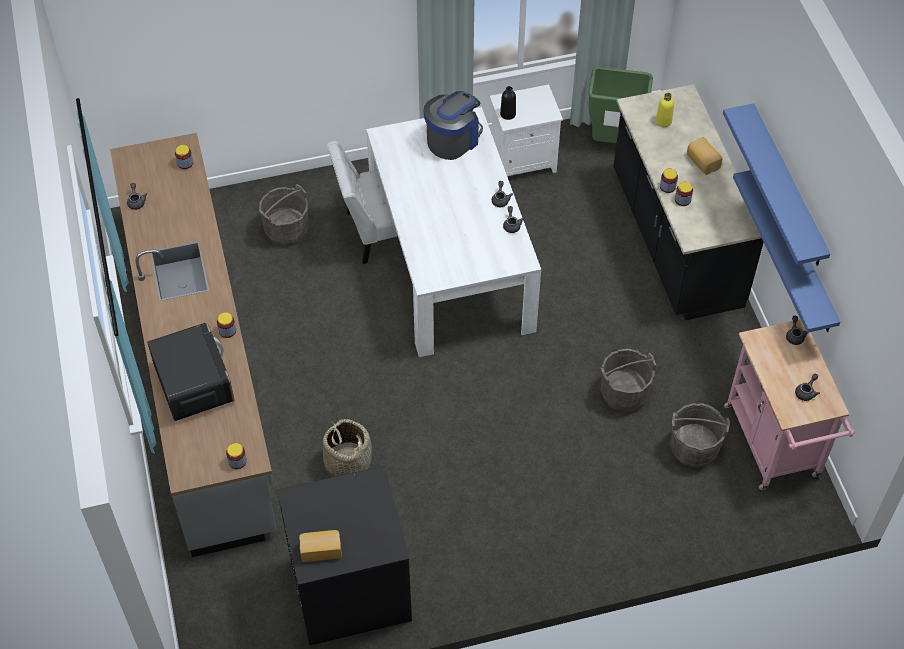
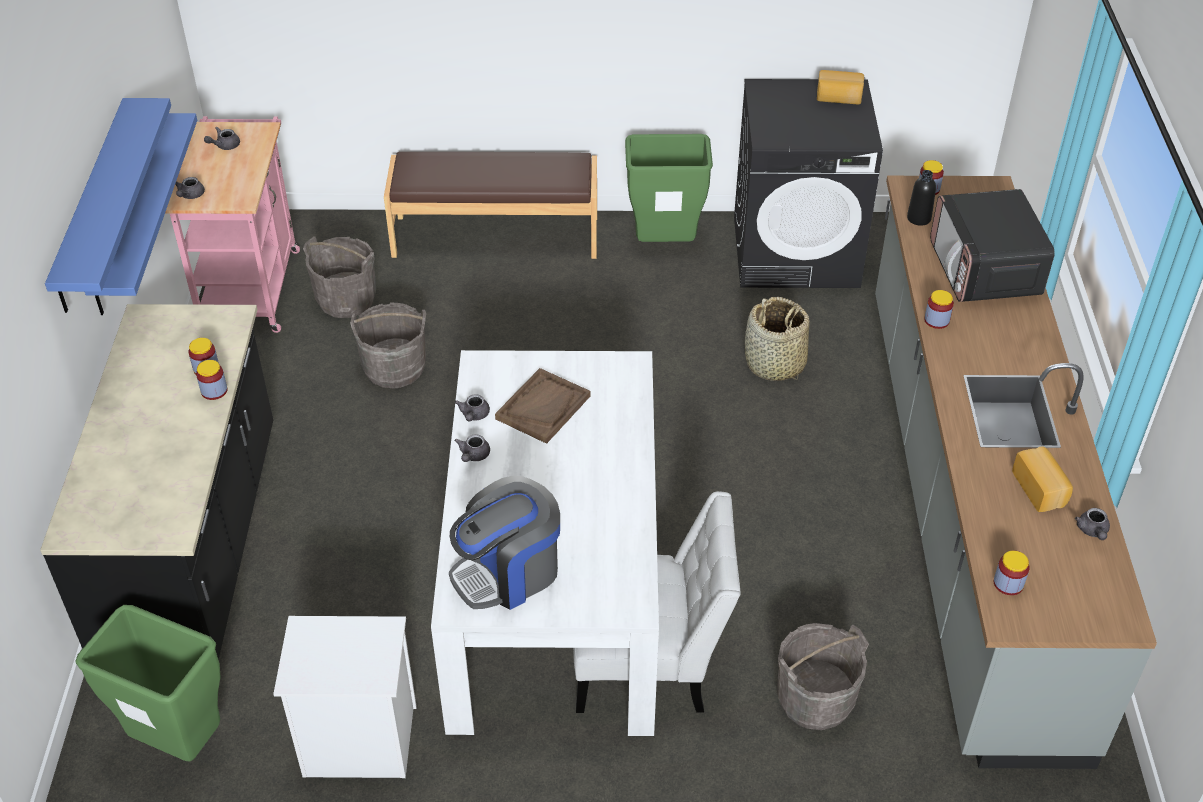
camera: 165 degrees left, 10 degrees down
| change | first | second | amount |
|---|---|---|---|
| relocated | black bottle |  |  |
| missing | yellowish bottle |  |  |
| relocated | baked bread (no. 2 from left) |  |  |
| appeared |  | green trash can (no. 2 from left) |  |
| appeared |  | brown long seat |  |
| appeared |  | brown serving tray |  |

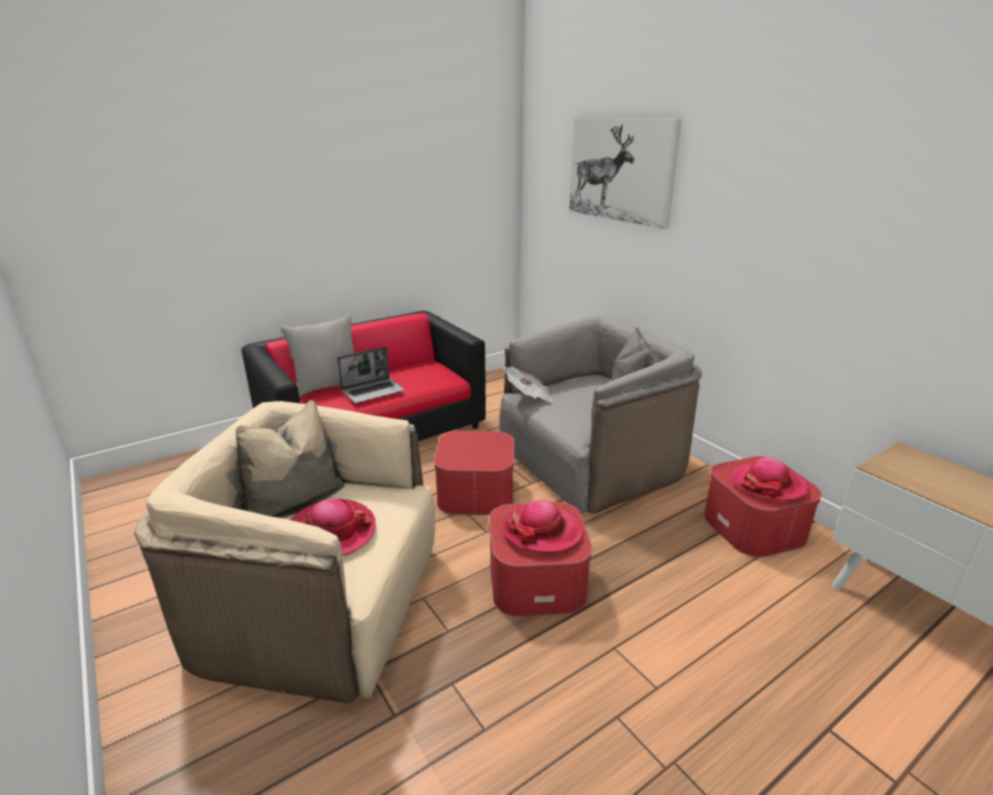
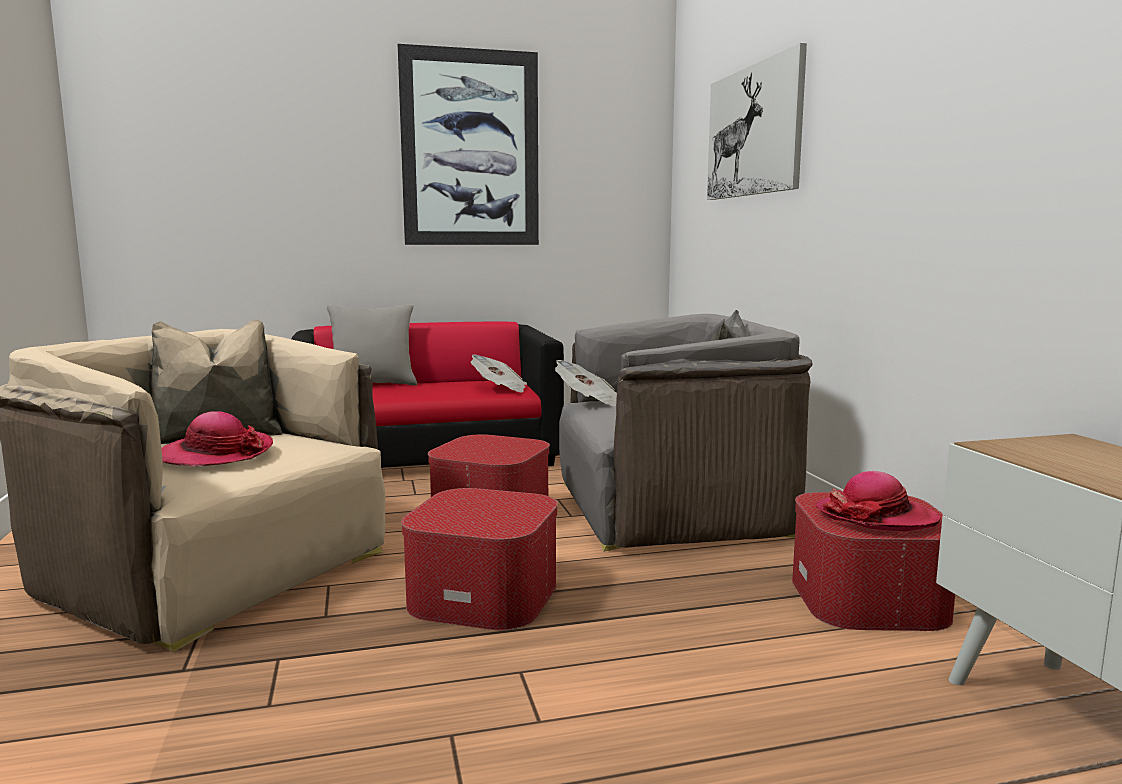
camera: 20 degrees right, 15 degrees down
| change | first | second | amount |
|---|---|---|---|
| missing | laptop |  |  |
| missing | wearable hat (no. 2 from left) |  |  |
| appeared |  | wall art (no. 1 from left) |  |
| appeared |  | printed paper (no. 1 from left) |  |

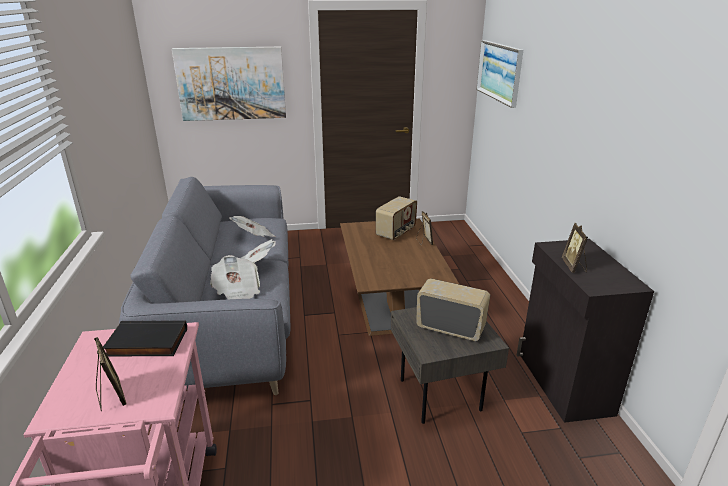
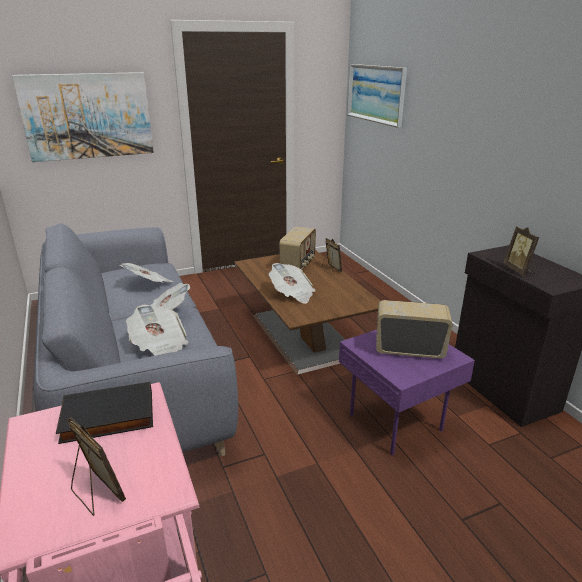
camera: 15 degrees left, 0 degrees up
| change | first | second | amount |
|---|---|---|---|
| colour | gray end table | purple end table |  |
| appeared |  | printed paper (no. 4 from left) |  |

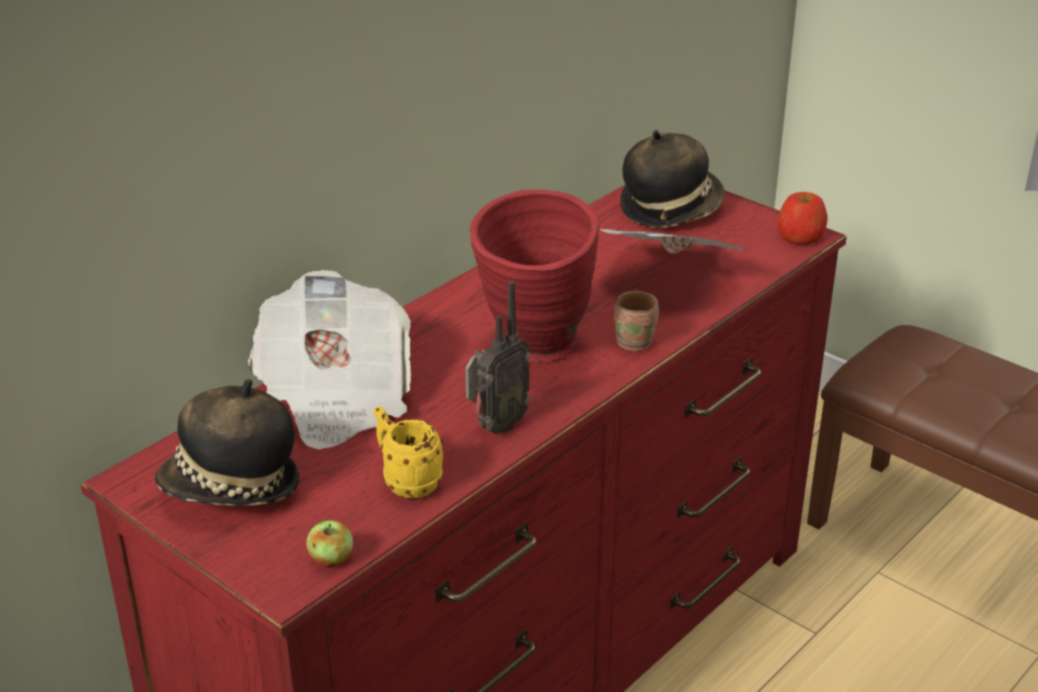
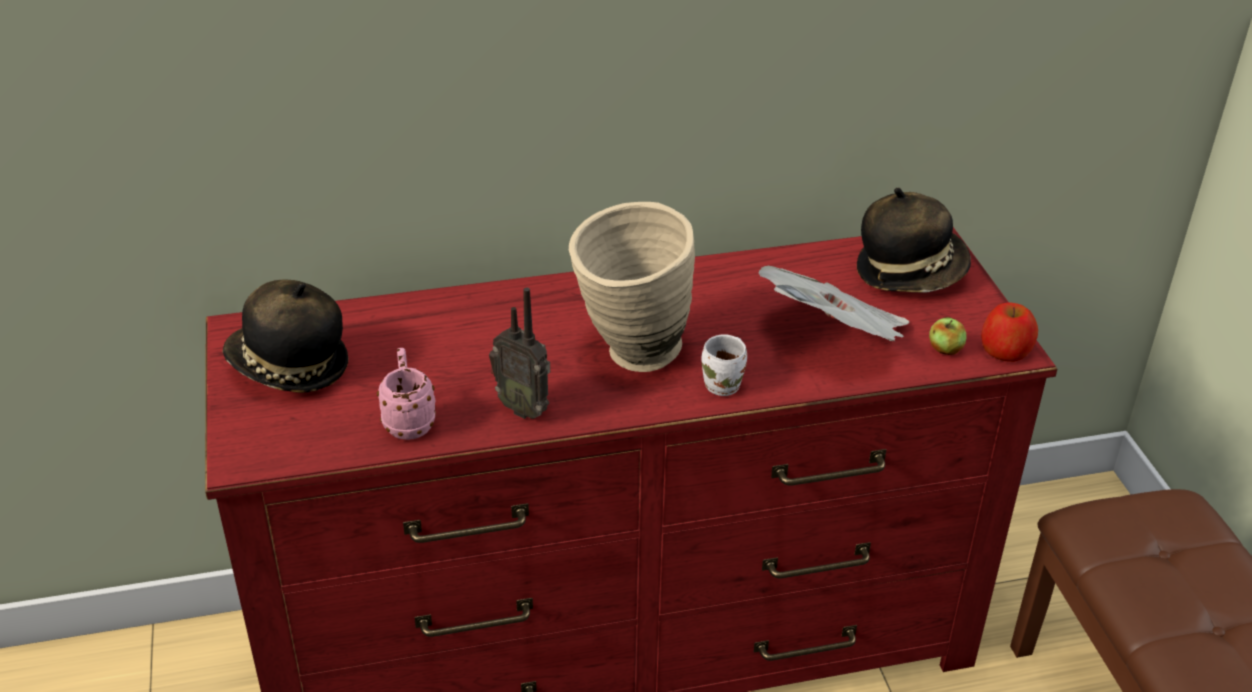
camera: 35 degrees right, 5 degrees up
| change | first | second | amount |
|---|---|---|---|
| colour | red-coloured vase | beige-coloured vase |  |
| missing | printed paper (no. 1 from left) |  |  |
| spun | radio set |  | 45 degrees clockwise |
| colour | brown tea mug | white-coloured tea mug |  |
| colour | yellowish tea mug | pink-coloured tea mug |  |
| relocated | whole apple (no. 1 from left) |  |  |

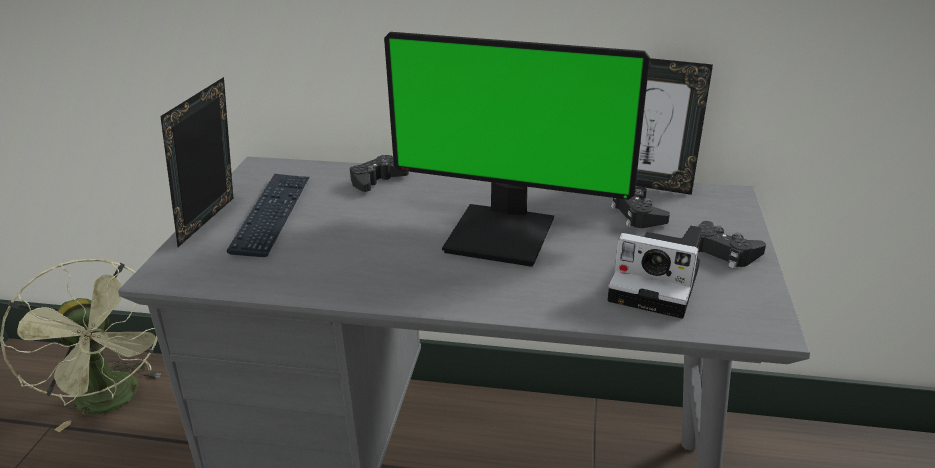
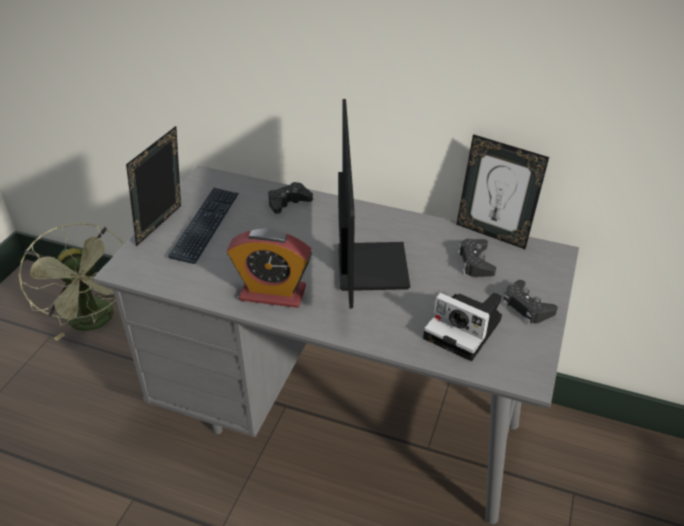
camera: 10 degrees right, 10 degrees up
| change | first | second | amount |
|---|---|---|---|
| spun | computer display |  | 120 degrees counterclockwise |
| appeared |  | alarm clock |  |

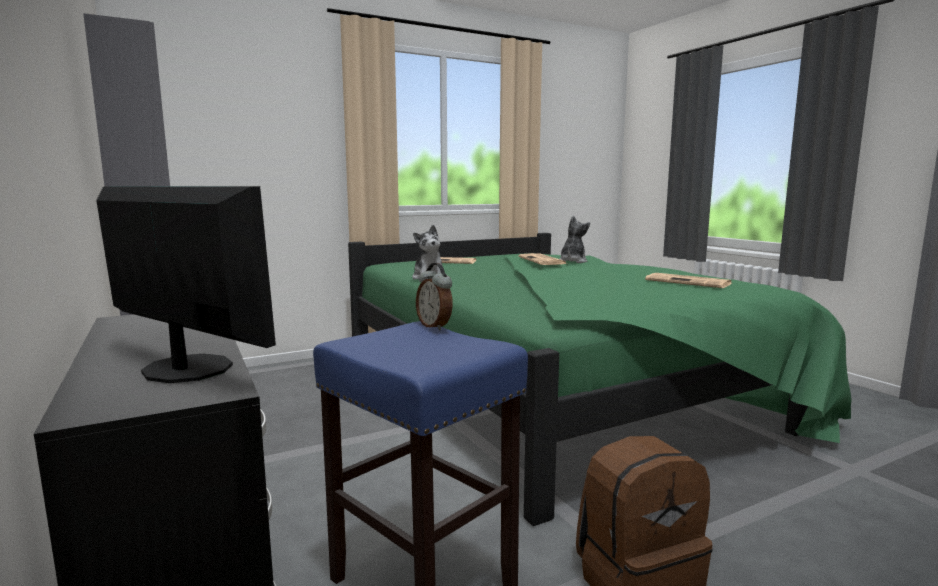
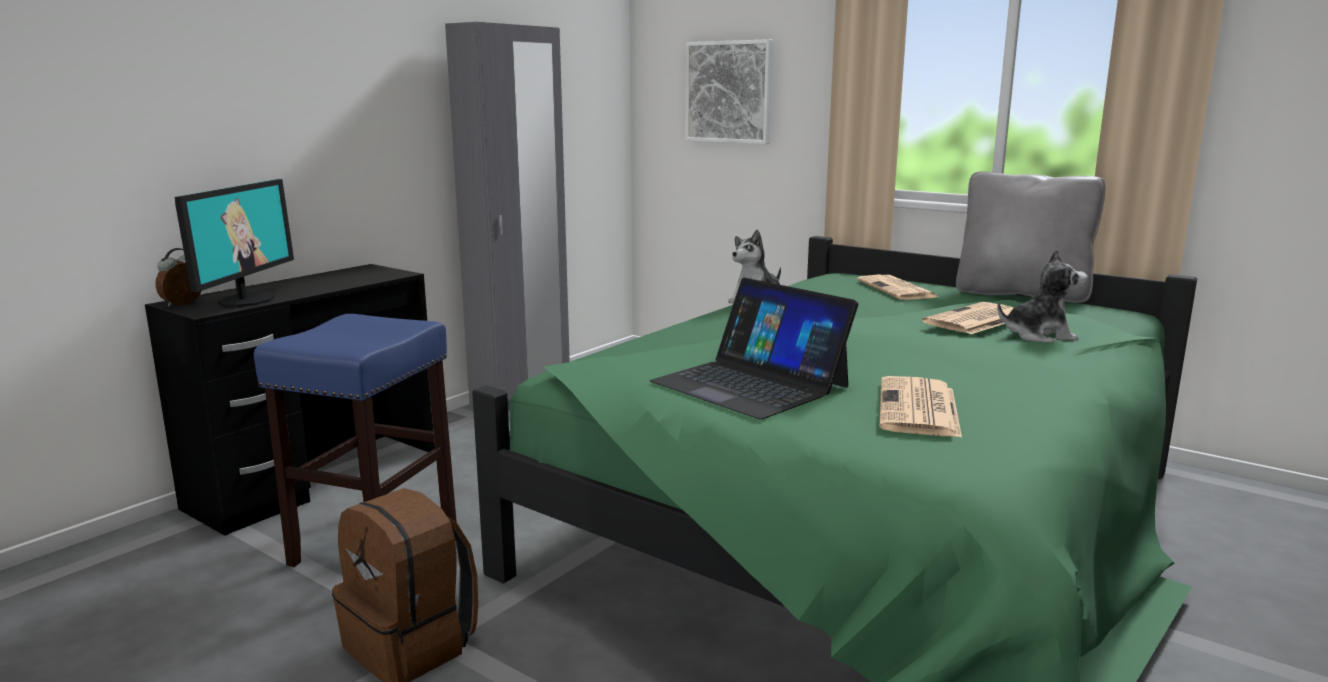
camera: 65 degrees right, 5 degrees up
| change | first | second | amount |
|---|---|---|---|
| relocated | alarm clock |  |  |
| appeared |  | wall art |  |
| appeared |  | gray cushion |  |
| appeared |  | laptop |  |

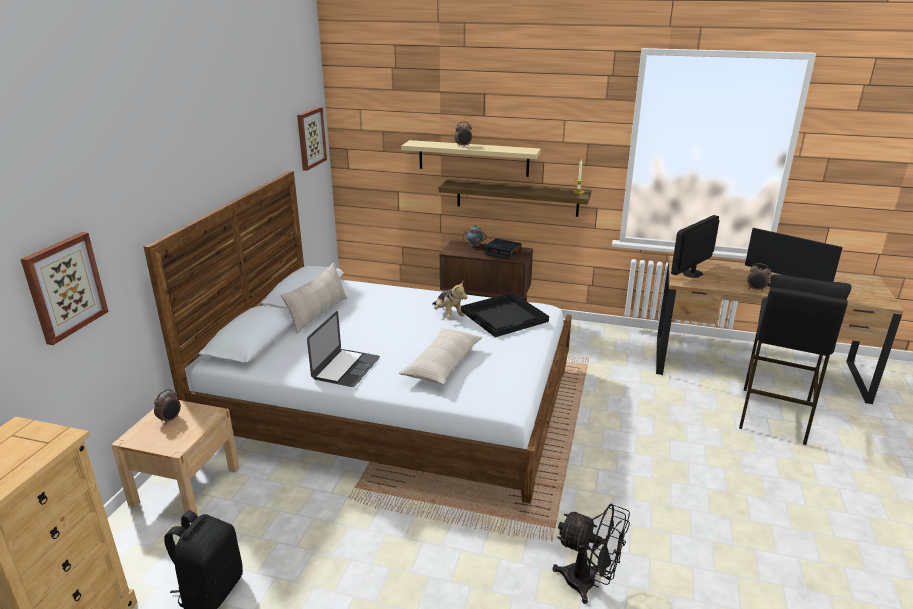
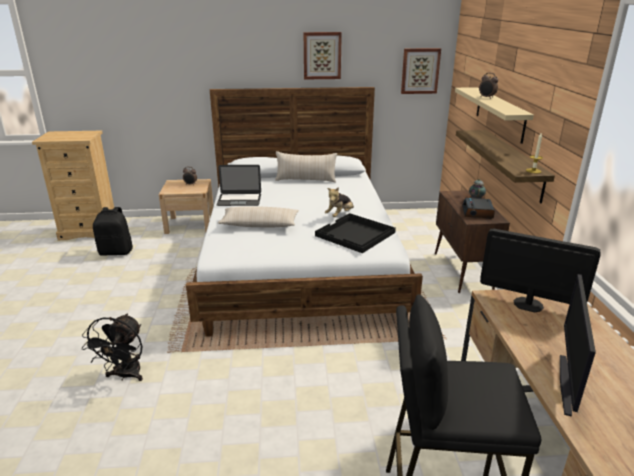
camera: 70 degrees right, 0 degrees up
| change | first | second | amount |
|---|---|---|---|
| relocated | wall art (no. 1 from left) |  |  |
| missing | alarm clock (no. 4 from left) |  |  |

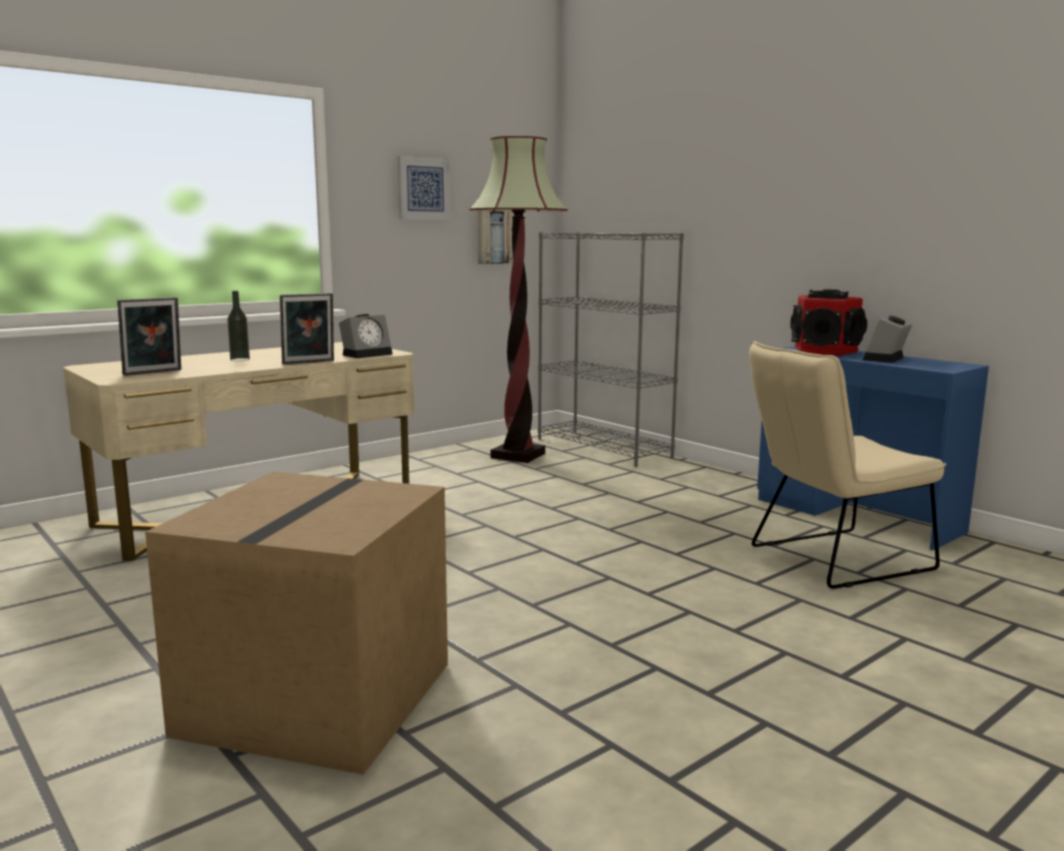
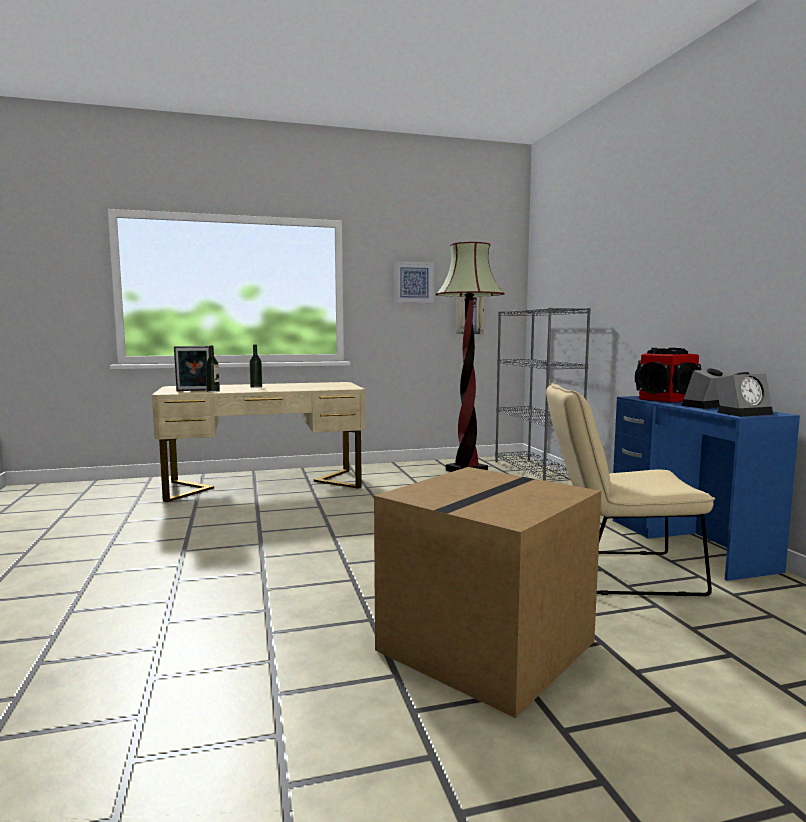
camera: 25 degrees right, 5 degrees down
| change | first | second | amount |
|---|---|---|---|
| missing | photo frame (no. 2 from left) |  |  |
| relocated | alarm clock (no. 1 from left in the first image) | alarm clock (no. 2 from left) |  |
| relocated | cardboard box |  |  |
| appeared |  | bottle (no. 1 from left) |  |

